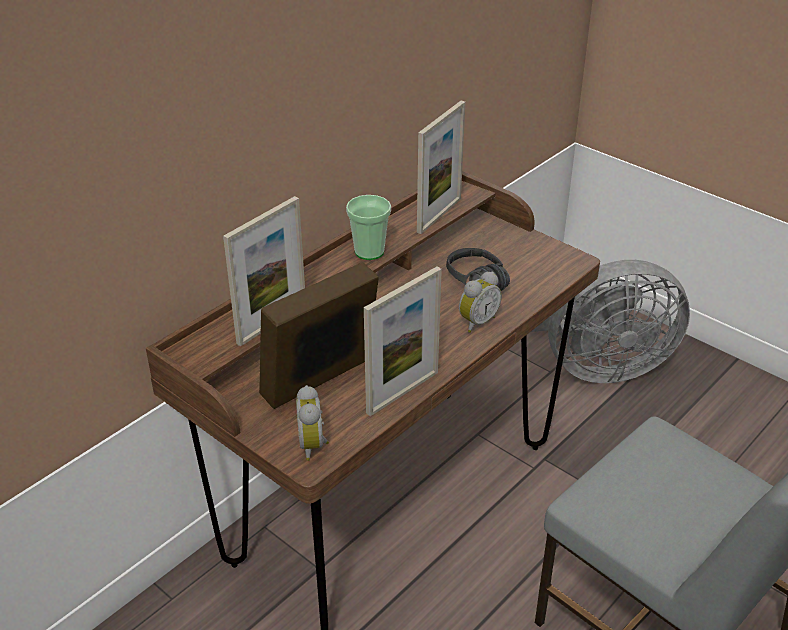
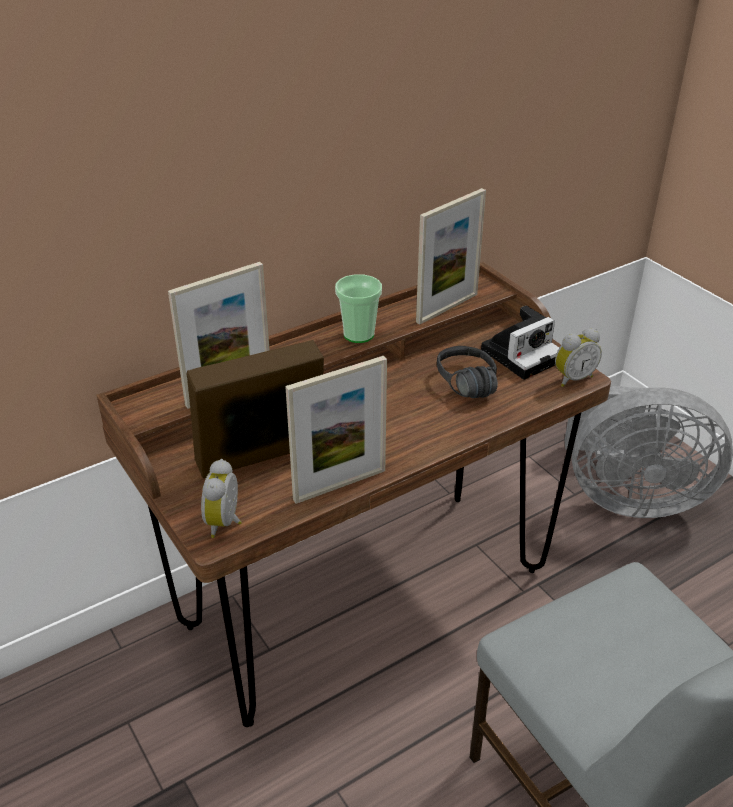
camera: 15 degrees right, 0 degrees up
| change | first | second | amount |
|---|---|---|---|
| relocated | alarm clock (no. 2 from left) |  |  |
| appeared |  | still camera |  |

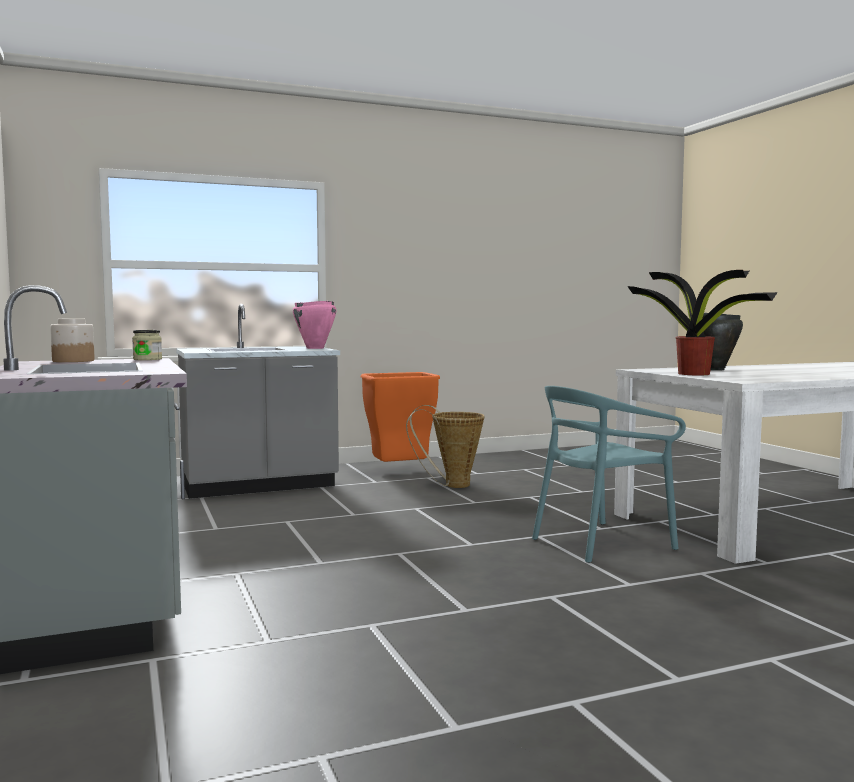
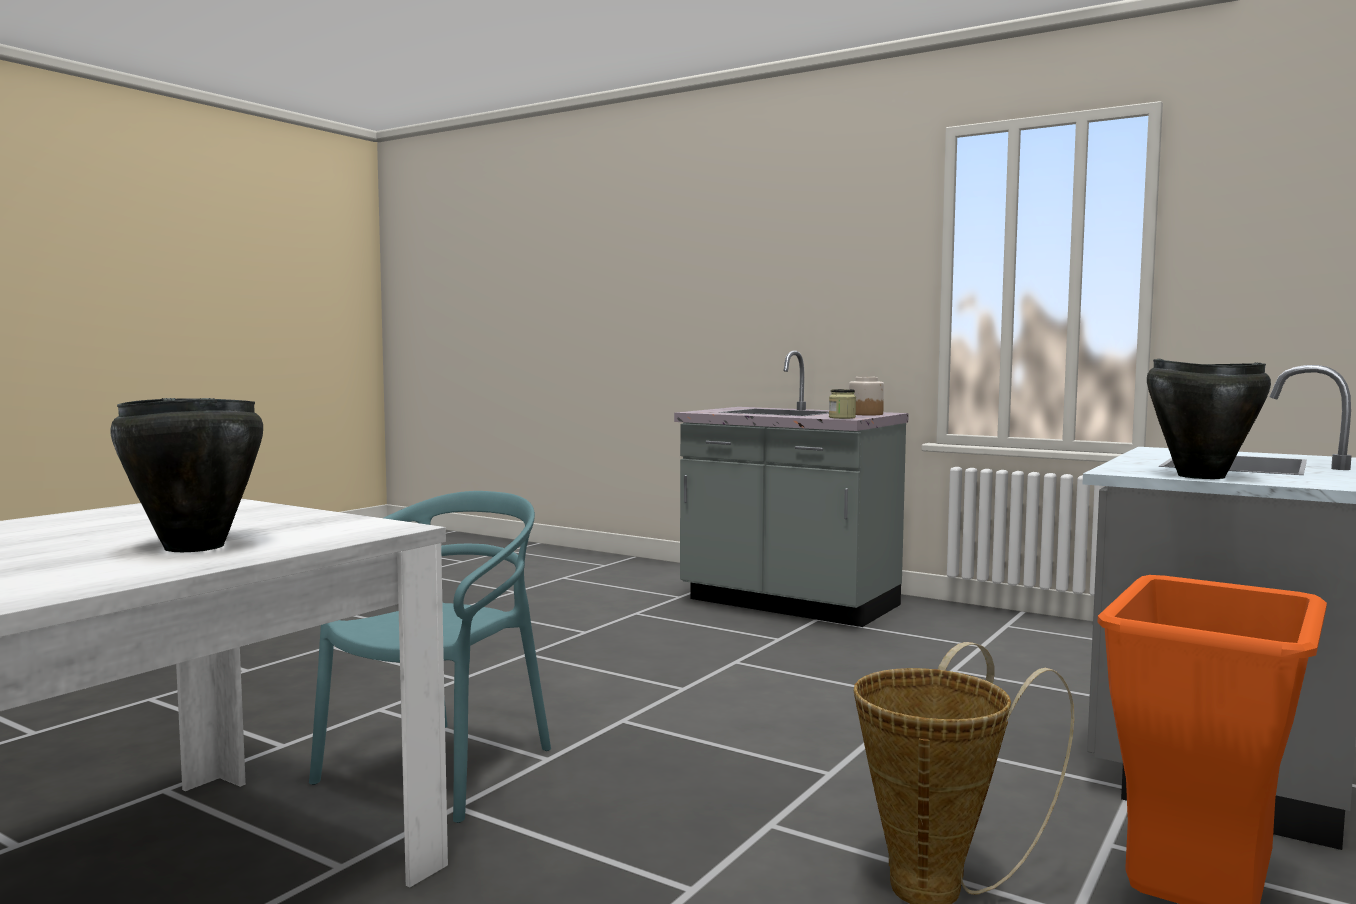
camera: 145 degrees right, 0 degrees up
| change | first | second | amount |
|---|---|---|---|
| missing | houseplant |  |  |
| colour | pink-coloured cooking pot | black cooking pot (no. 2 from left) |  |

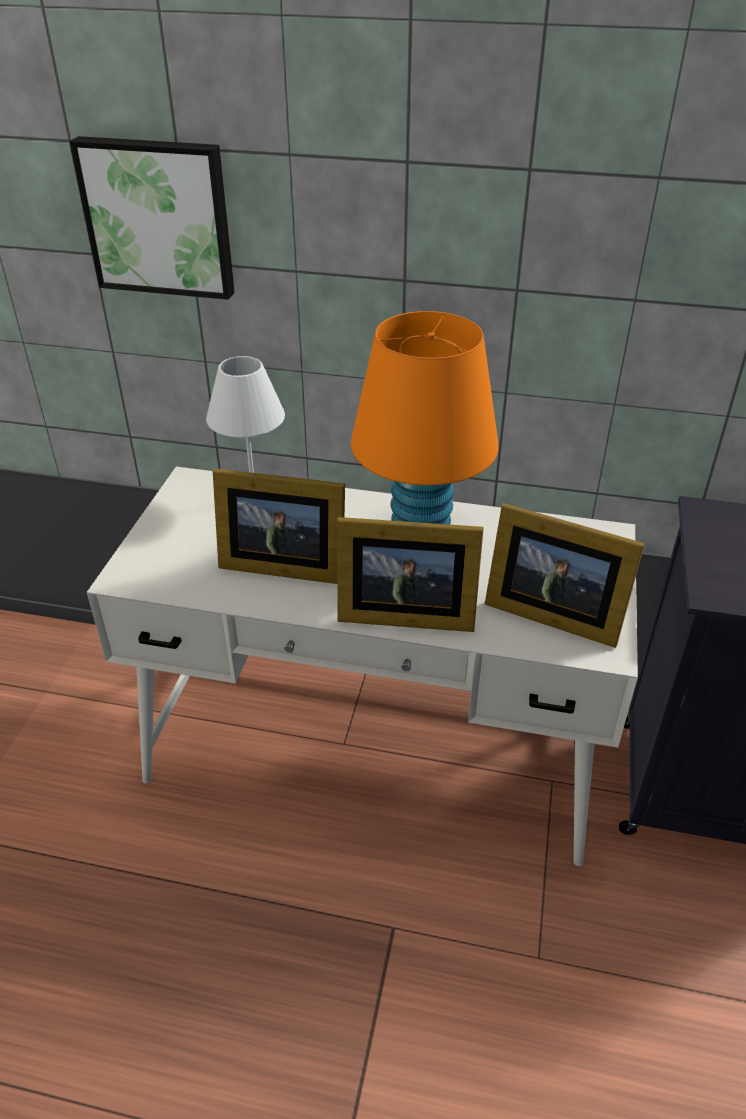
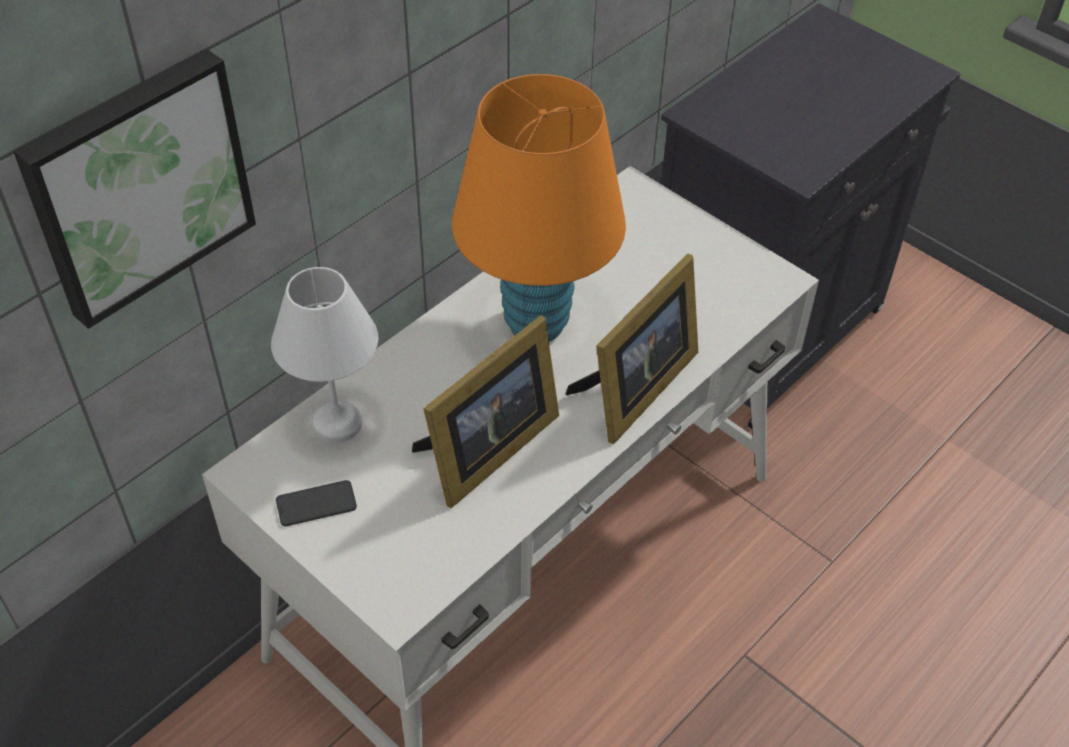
camera: 60 degrees left, 10 degrees up
| change | first | second | amount |
|---|---|---|---|
| missing | photo frame (no. 3 from left) |  |  |
| appeared |  | telephone |  |

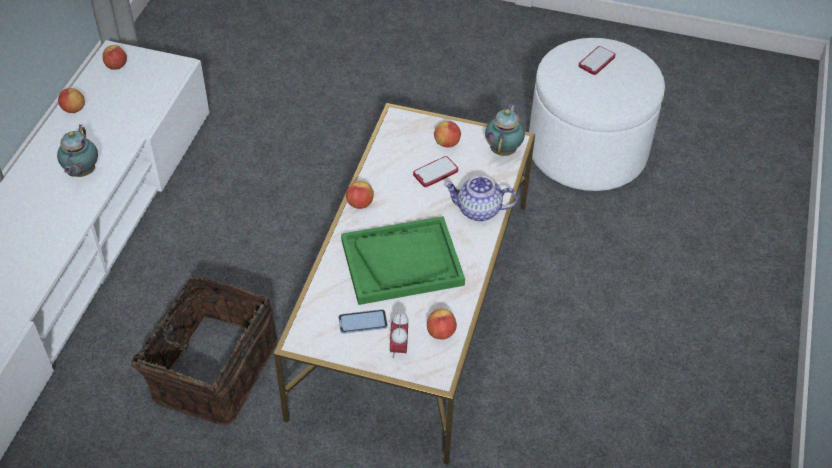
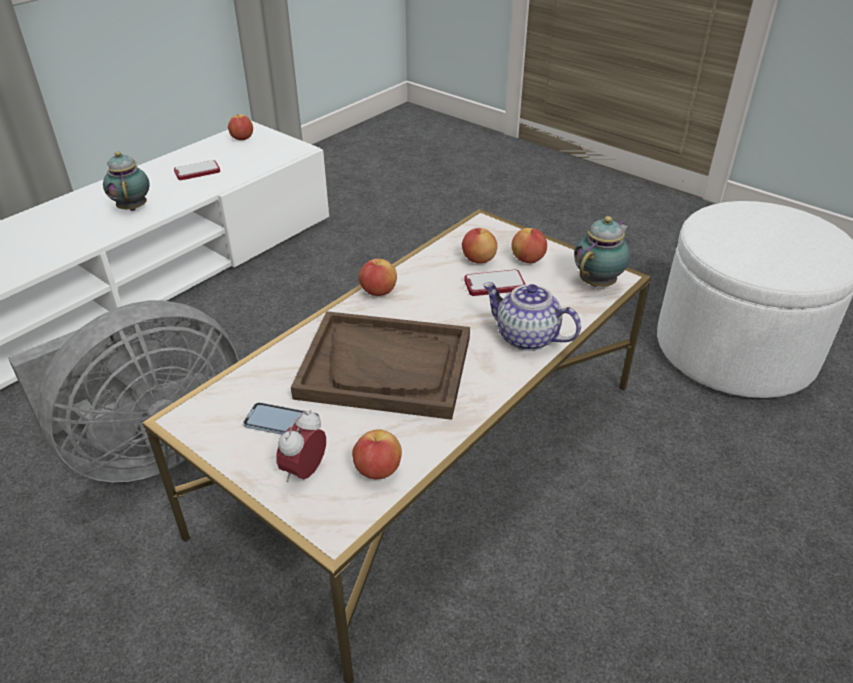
camera: 25 degrees right, 10 degrees down
| change | first | second | amount |
|---|---|---|---|
| relocated | telephone (no. 3 from left in the first image) | telephone (no. 1 from left) |  |
| relocated | whole apple (no. 1 from left in the first image) | whole apple (no. 4 from left) |  |
| spun | tea pot (no. 1 from left) |  | 135 degrees clockwise |
| colour | green serving tray | brown serving tray |  |
| exchanged | basket | gray electric fan |  |

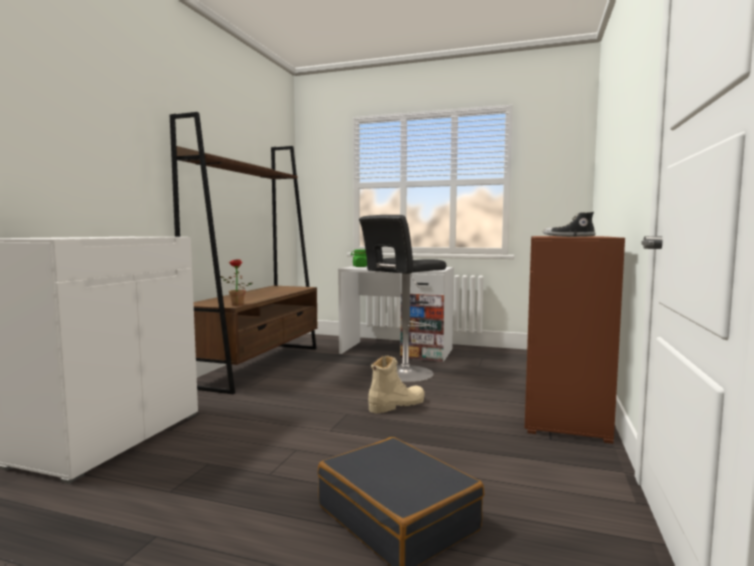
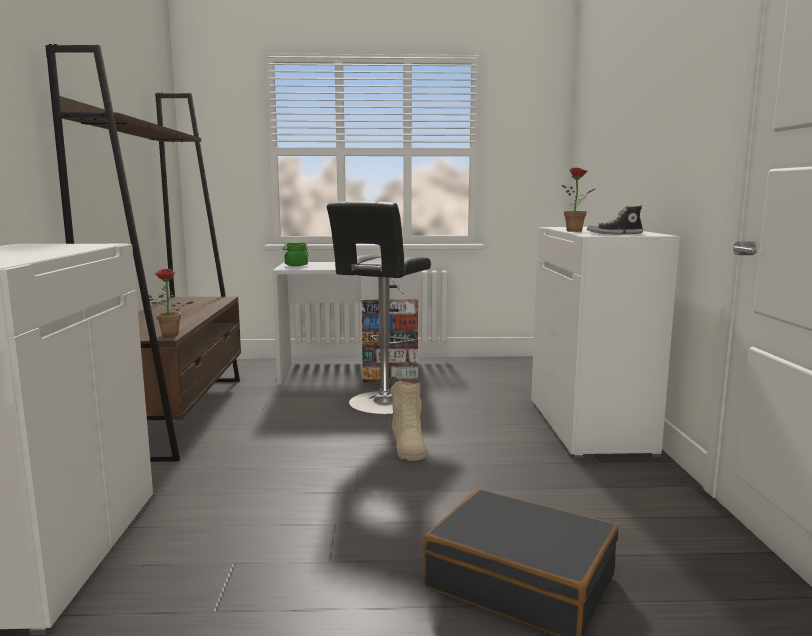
camera: 20 degrees left, 5 degrees up
| change | first | second | amount |
|---|---|---|---|
| colour | brown cupboard | white-coloured cupboard (no. 2 from left) |  |
| spun | beige-coloured boot |  | 135 degrees clockwise |
| appeared |  | houseplant (no. 2 from left) |  |

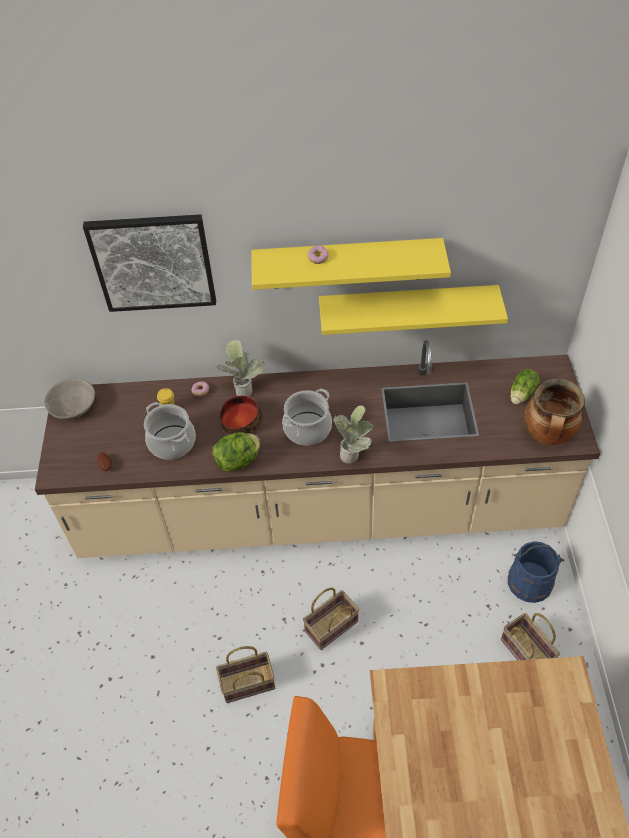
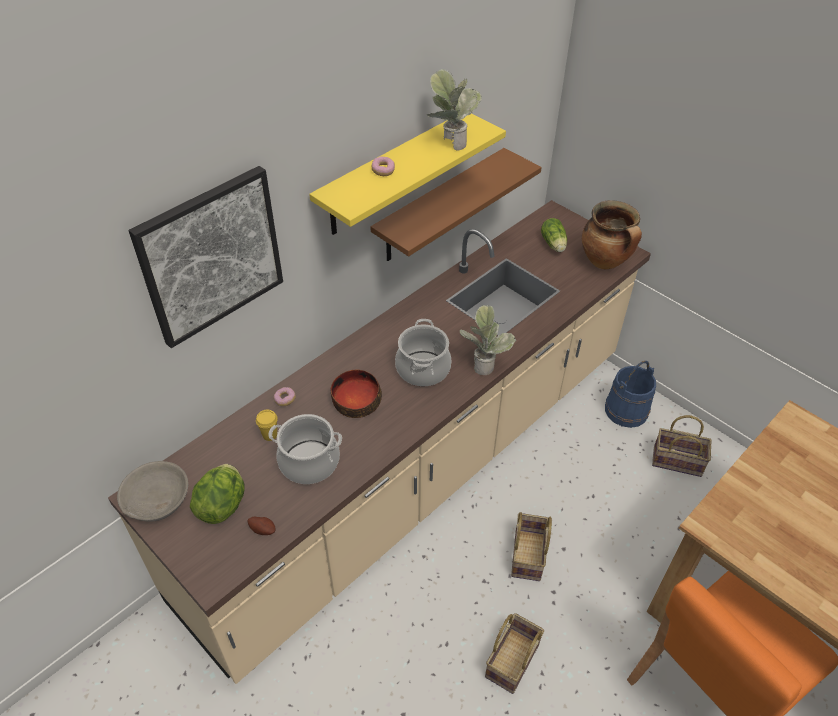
camera: 45 degrees left, 5 degrees down
| change | first | second | amount |
|---|---|---|---|
| colour | yellowish wall shelf (no. 2 from left) | brown wall shelf |  |
| relocated | houseplant (no. 1 from left) |  |  |
| relocated | lettuce (no. 1 from left) |  |  |

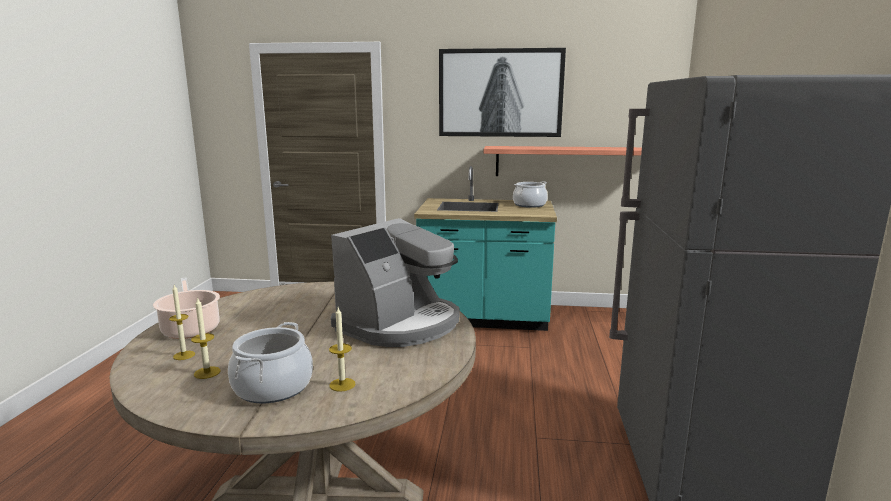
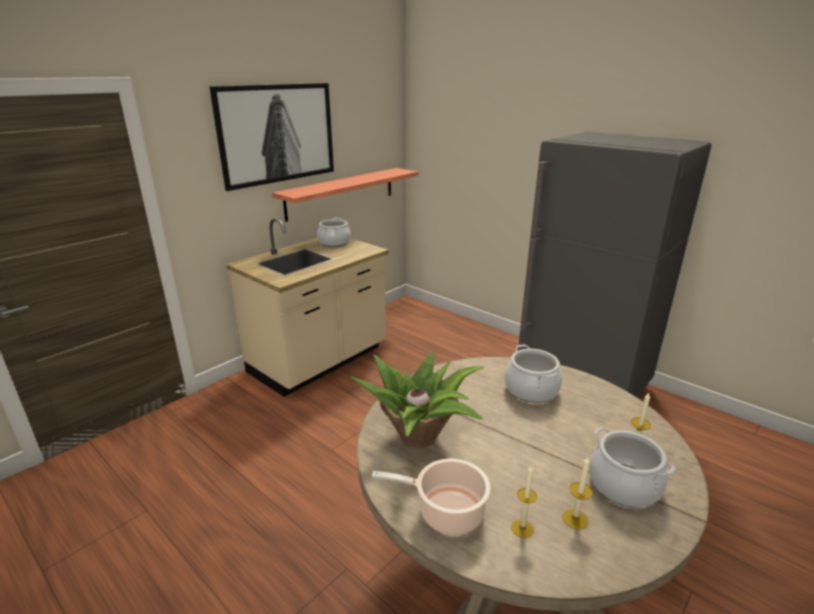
camera: 55 degrees left, 10 degrees up
| change | first | second | amount |
|---|---|---|---|
| colour | turquoise counter | beige-coloured counter |  |
| exchanged | coffee brewer | cooking pot (no. 3 from left) |  |
| appeared |  | houseplant |  |

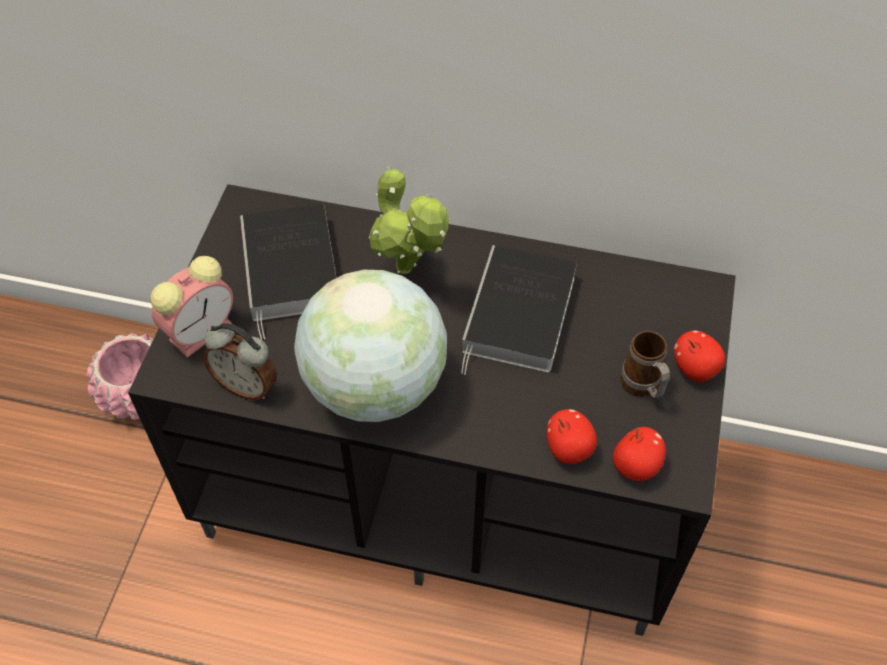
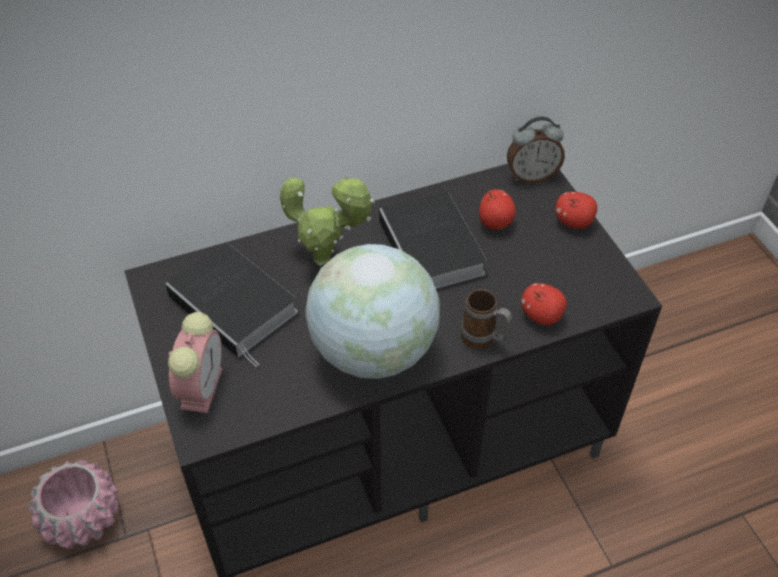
camera: 35 degrees left, 5 degrees down
| change | first | second | amount |
|---|---|---|---|
| relocated | alarm clock (no. 2 from left) |  |  |
| relocated | tea mug |  |  |
| relocated | whole apple (no. 2 from left in the first image) | whole apple (no. 1 from left) |  |

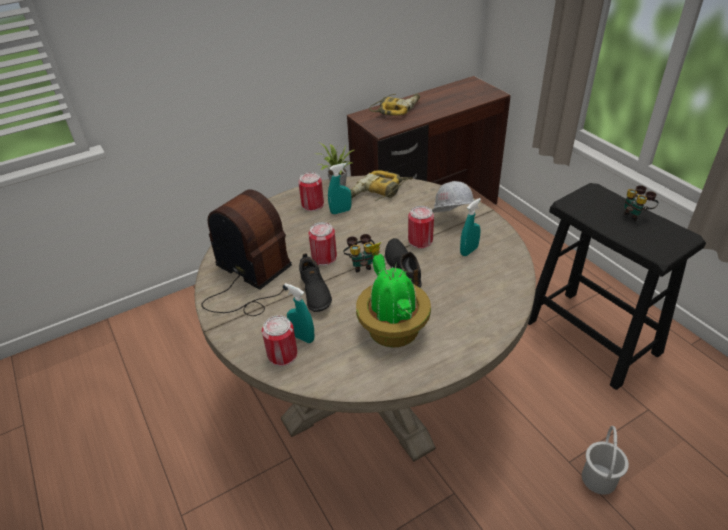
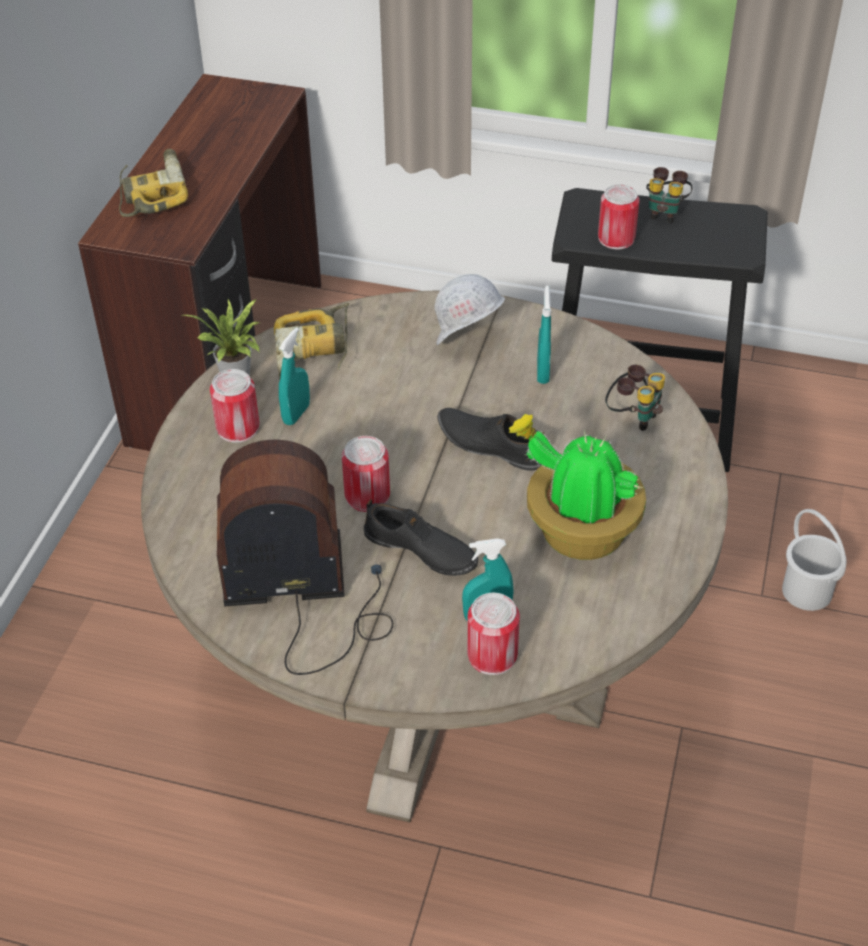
camera: 45 degrees left, 5 degrees up
| change | first | second | amount |
|---|---|---|---|
| relocated | sealed can (no. 4 from left) |  |  |
| relocated | binoculars (no. 1 from left) |  |  |

